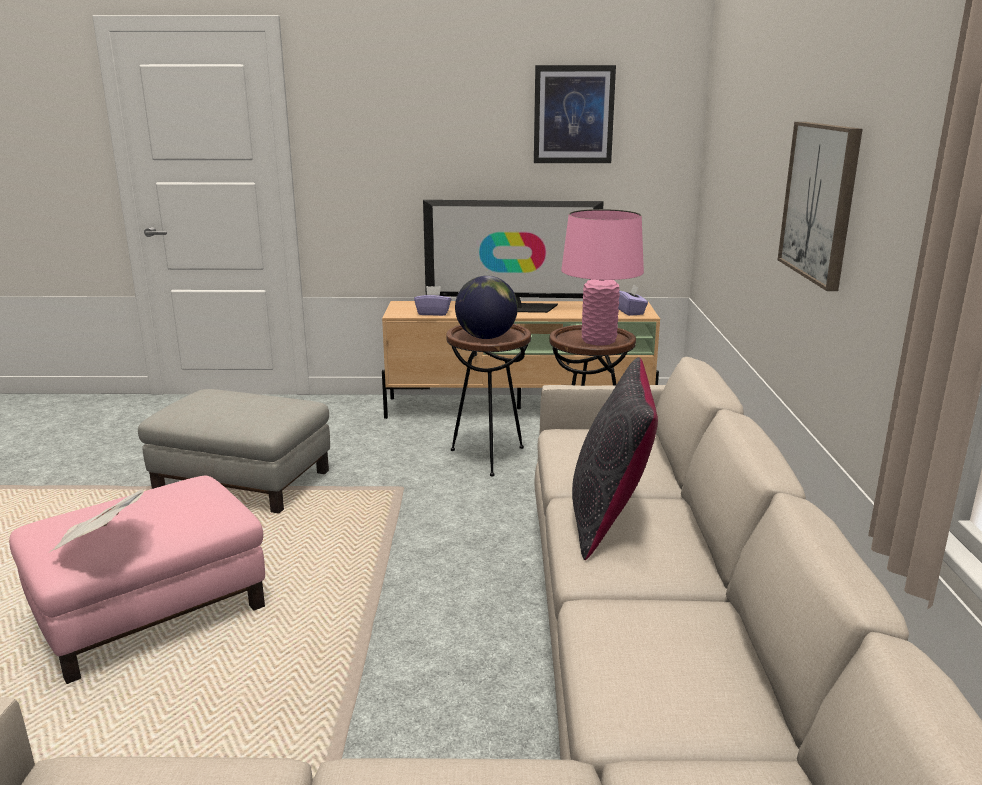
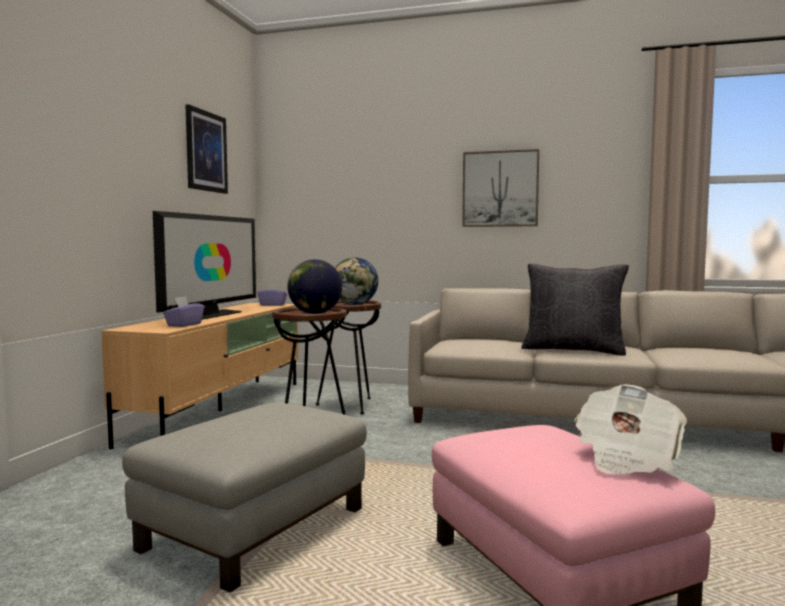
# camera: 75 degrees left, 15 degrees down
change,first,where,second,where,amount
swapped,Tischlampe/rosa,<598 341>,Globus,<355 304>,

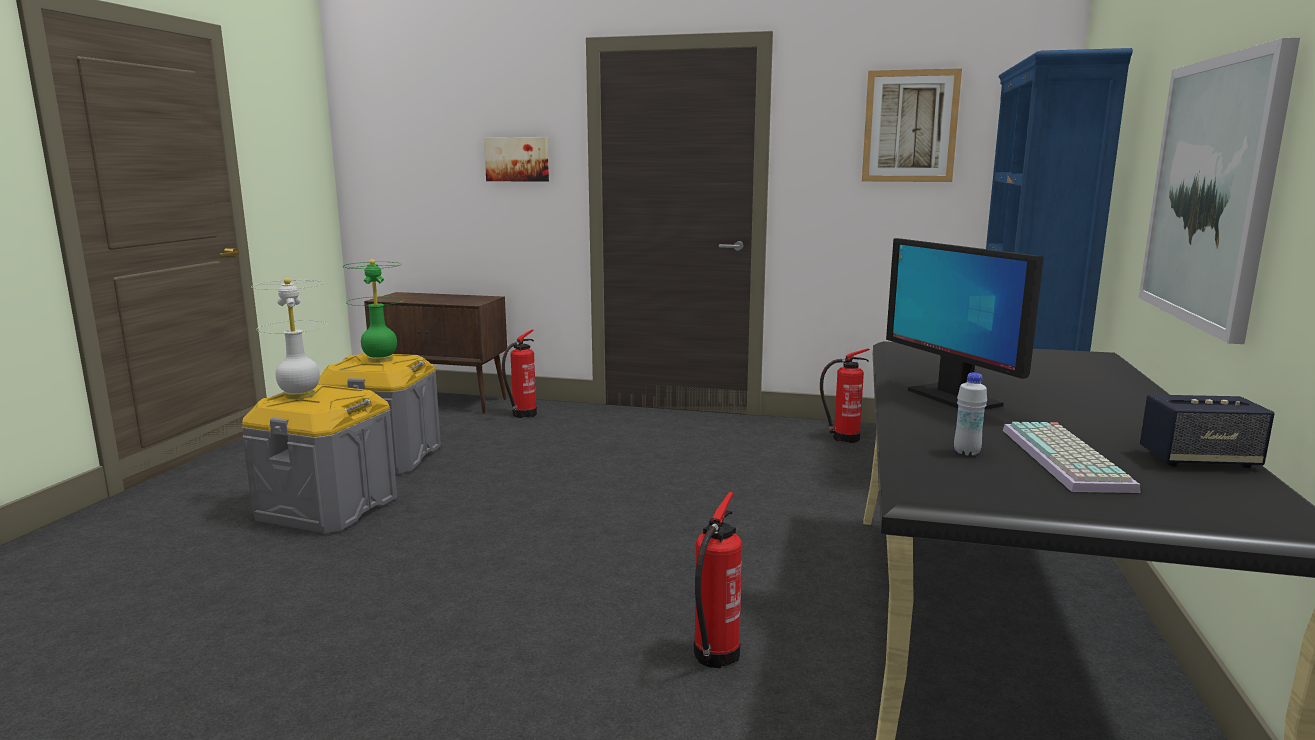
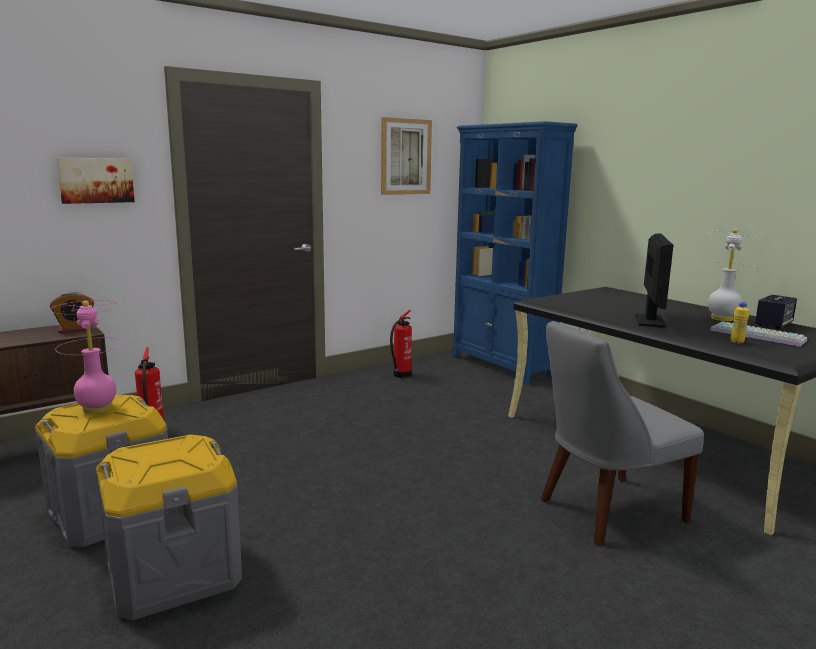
# camera: 50 degrees left, 0 degrees up
change,first,where,second,where,amount
gone,Bild,<1211 192>,,,
new,,,Wecker,<75 329>,
shifted,Tischlampe/weiß,<299 395>,,<723 318>,
swapped,Feuerlöscher,<713 657>,Stuhl/grau,<606 511>,
repainted,Tischlampe/grün,<380 359>,Tischlampe/rosa,<97 409>,
repainted,Flasche/weiß,<966 452>,Flasche/gelb,<737 342>,
rotated,Monitor,<953 398>,,<649 321>,90 degrees counterclockwise

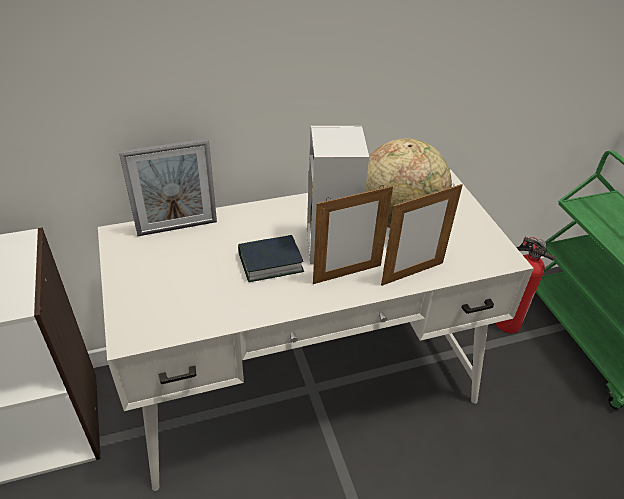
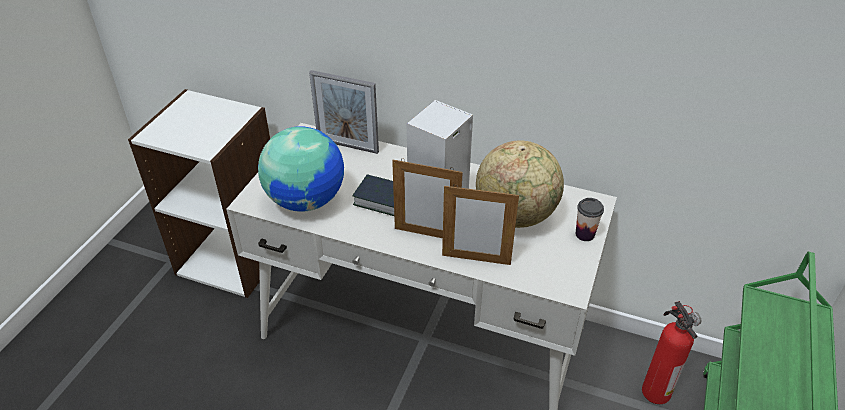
# camera: 40 degrees right, 0 degrees up
change,first,where,second,where,amount
new,,,Globus,<306 200>,
new,,,Tasse,<585 234>,

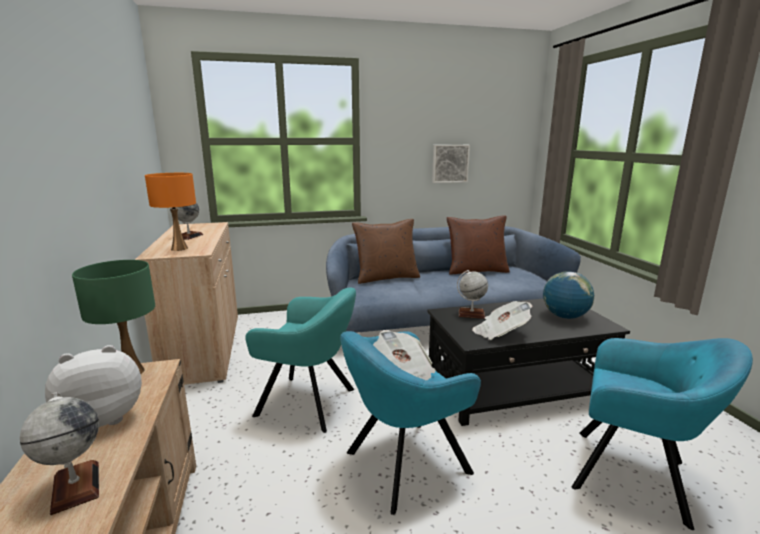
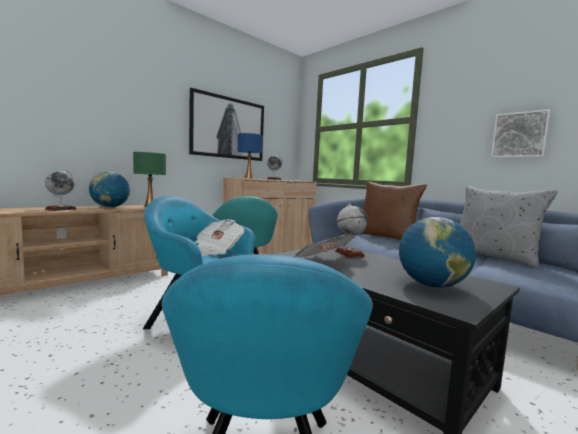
# camera: 60 degrees right, 10 degrees down
change,first,where,second,where,amount
new,,,Bild,<228 128>,
swapped,Plüschtier,<104 417>,Globus,<110 207>,
repainted,Tischlampe/orange,<179 248>,Tischlampe/blau,<248 178>,
repainted,Kissen/braun,<476 270>,Kissen/grau,<493 256>,

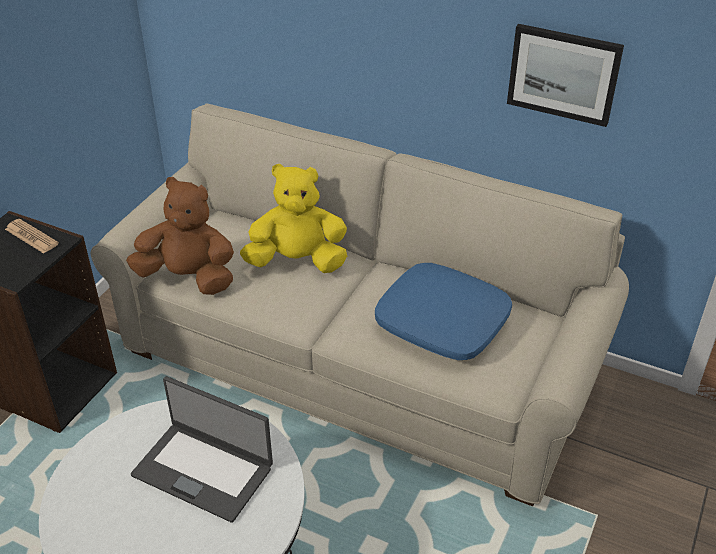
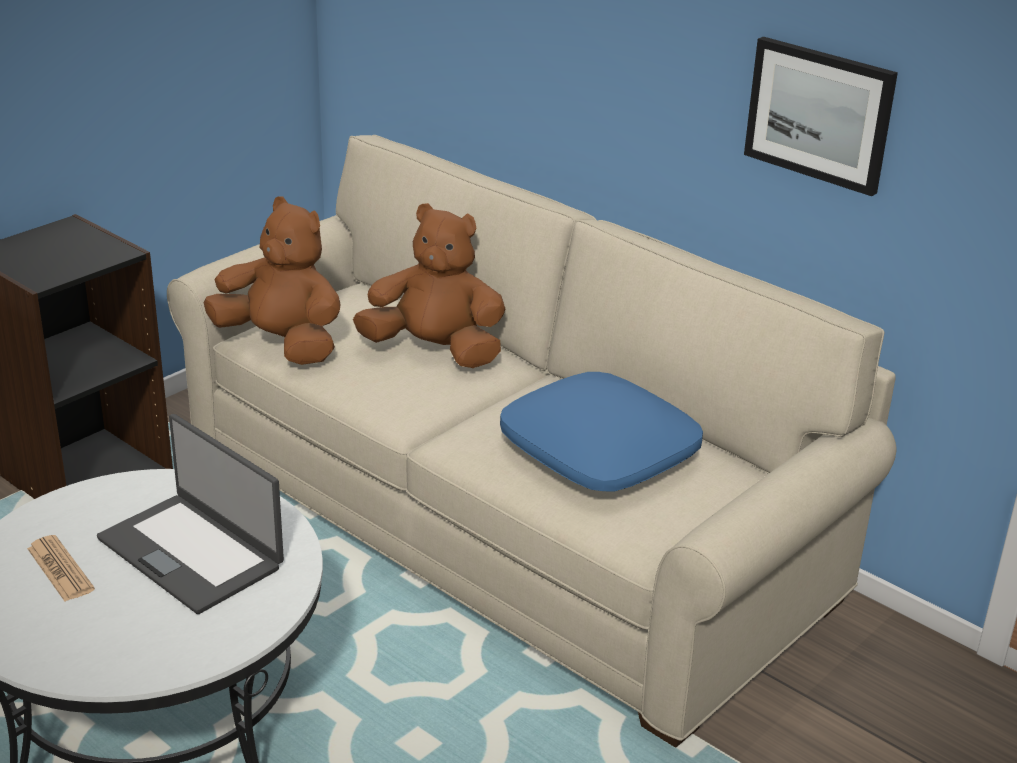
# camera: 15 degrees right, 10 degrees down
change,first,where,second,where,amount
shifted,Zeitung,<31 237>,,<60 569>,
repainted,Plüschtier/gelb,<297 261>,Plüschtier/braun,<435 351>,

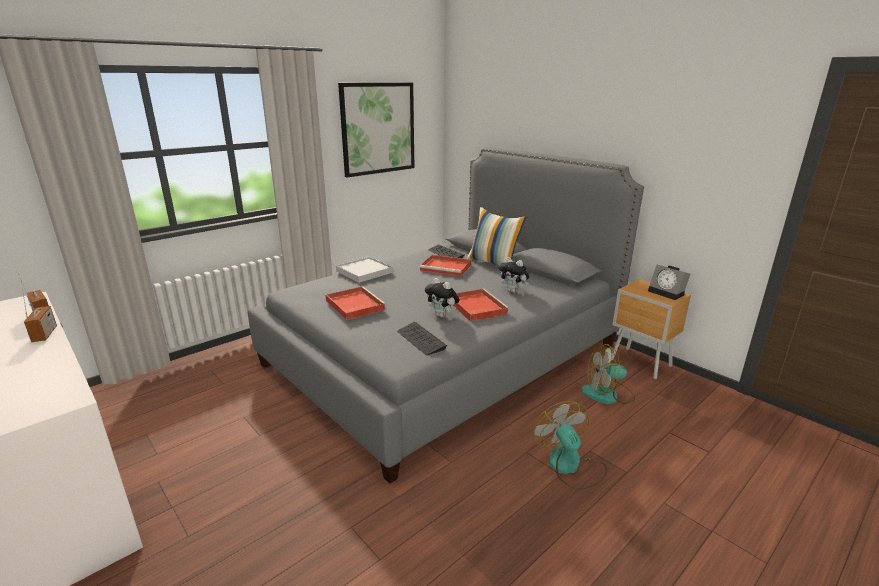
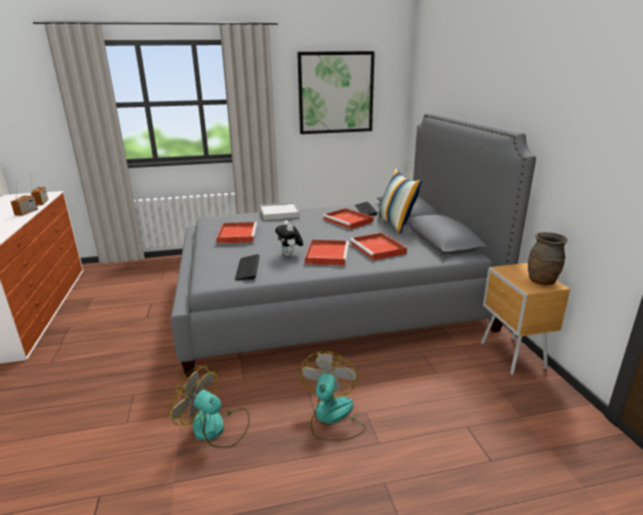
# camera: 30 degrees right, 0 degrees up
change,first,where,second,where,amount
shifted,Ventilator,<608 395>,,<216 428>,
swapped,Plüschtier,<513 291>,Tablett/rot,<378 249>,
swapped,Wecker,<667 293>,Vase/braun,<542 281>,

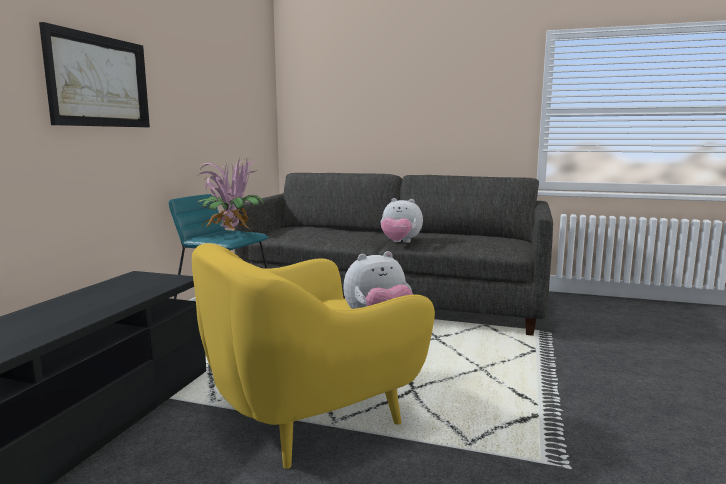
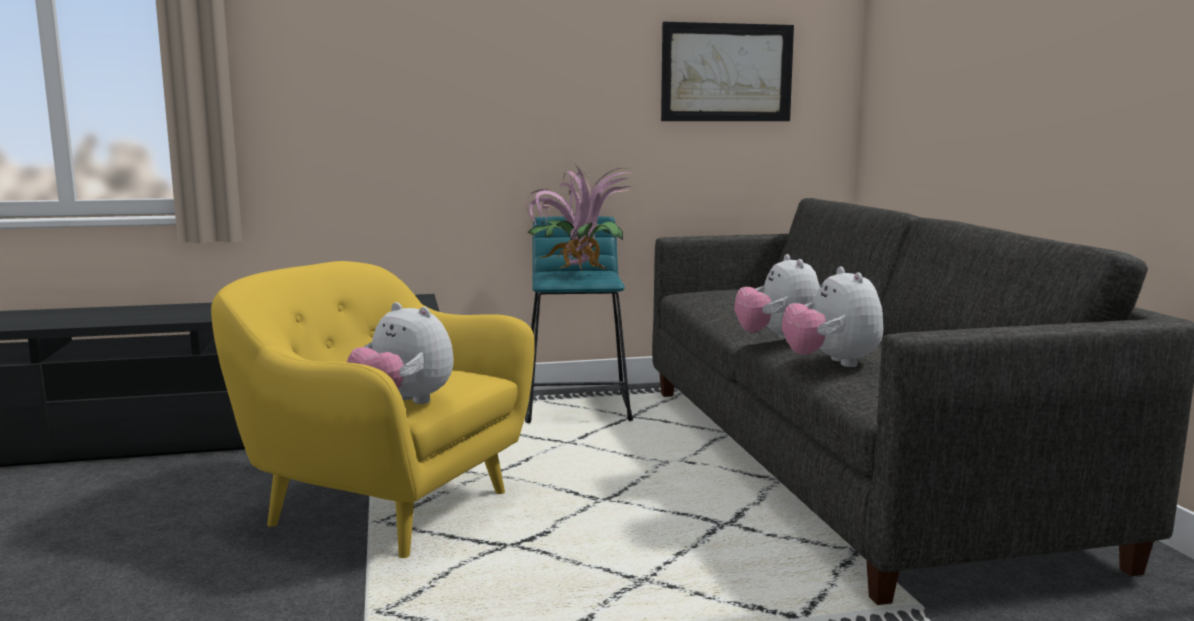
# camera: 60 degrees right, 0 degrees up
change,first,where,second,where,amount
new,,,Plüschtier,<831 363>,
shifted,Bild,<99 81>,,<726 73>,

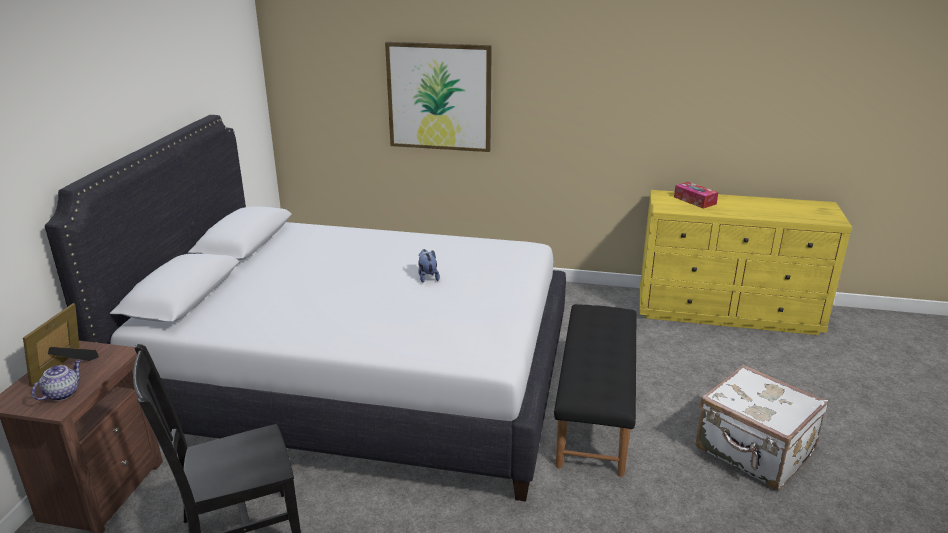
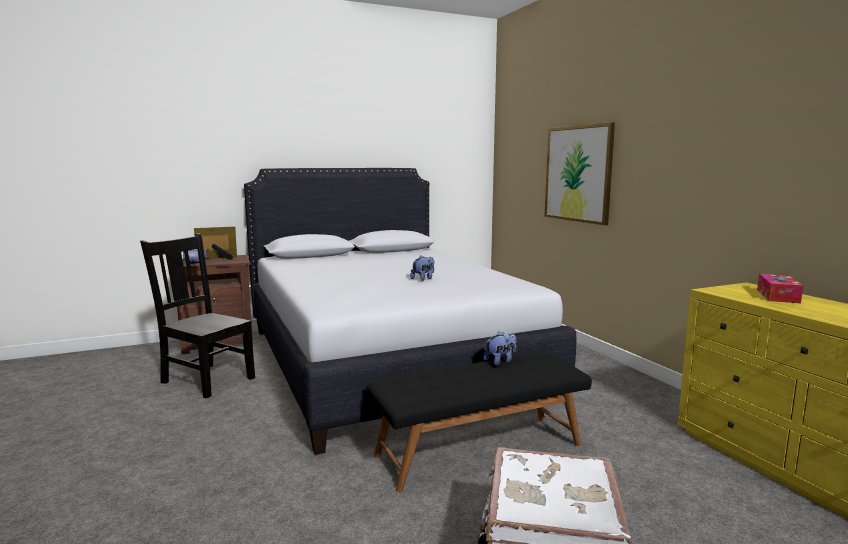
# camera: 55 degrees right, 15 degrees down
change,first,where,second,where,amount
new,,,Plüschtier,<500 361>,

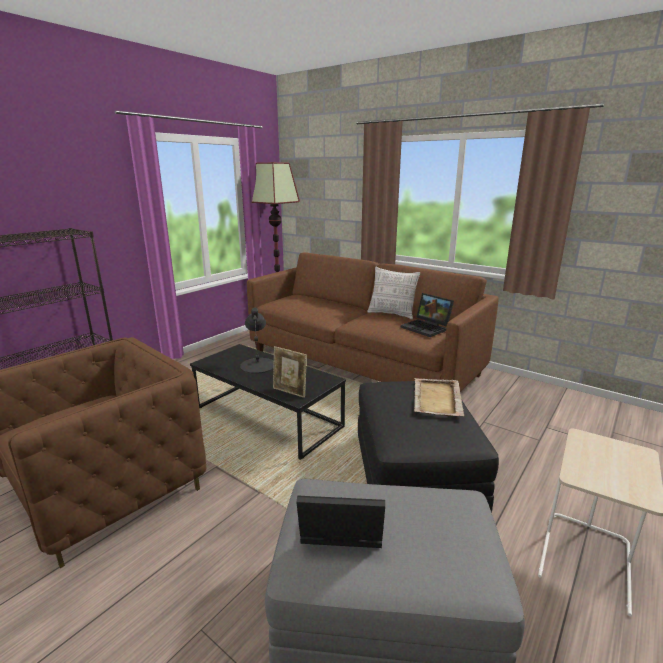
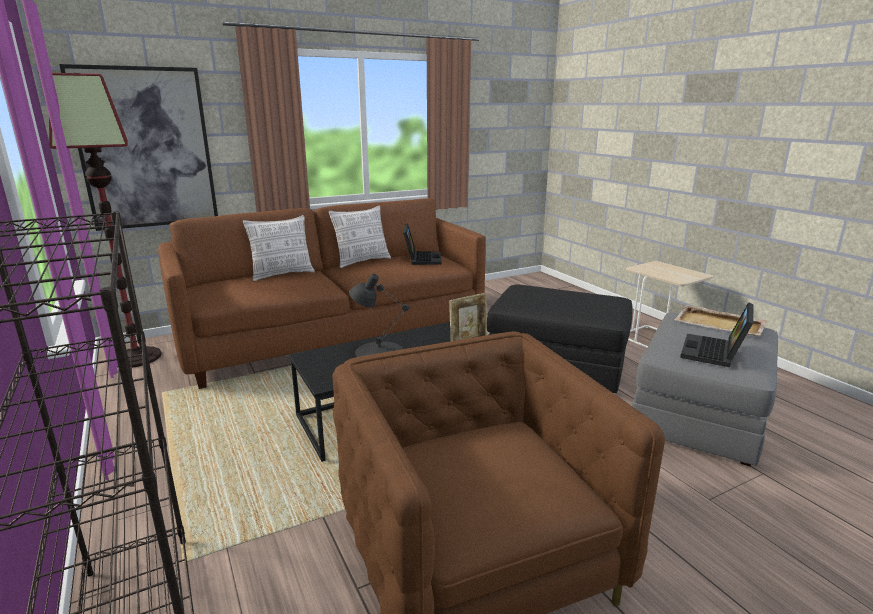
# camera: 65 degrees left, 0 degrees up
change,first,where,second,where,amount
new,,,Bild,<146 149>,
new,,,Kissen,<282 274>,
shifted,Tablett/beige,<436 399>,,<720 324>,
rotated,Laptop,<427 328>,,<421 259>,75 degrees counterclockwise

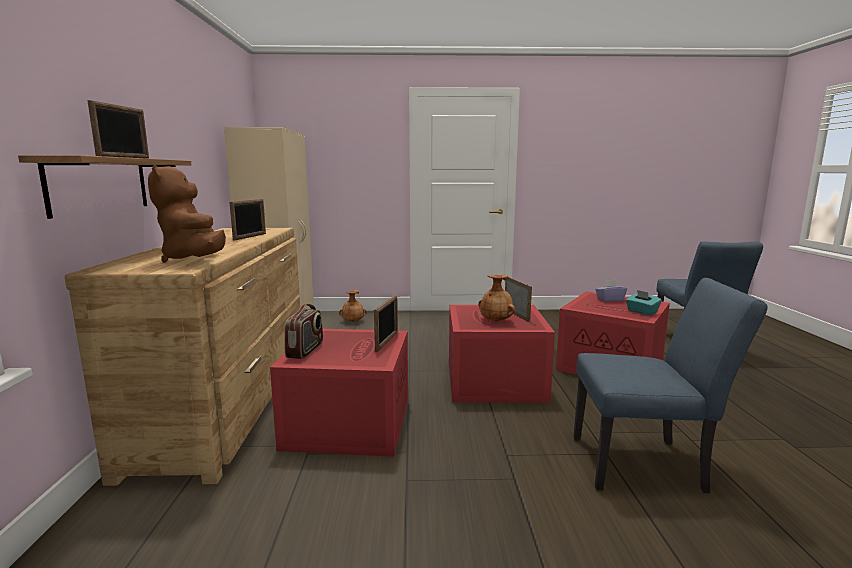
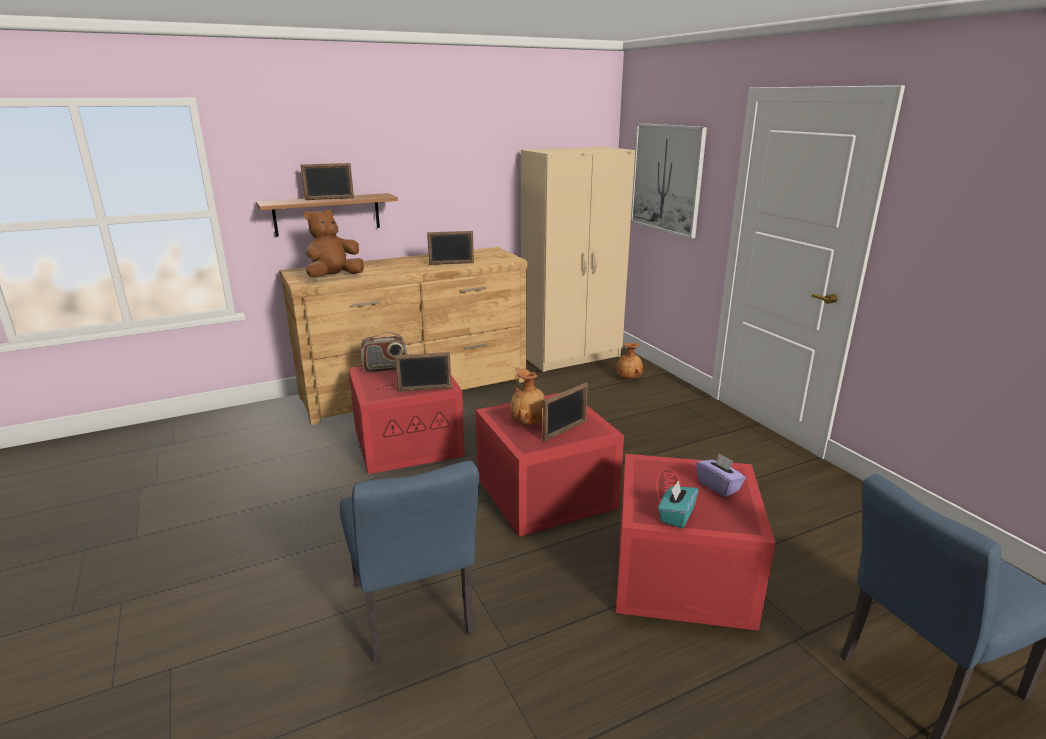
# camera: 65 degrees right, 10 degrees up
change,first,where,second,where,amount
new,,,Bild,<667 178>,

